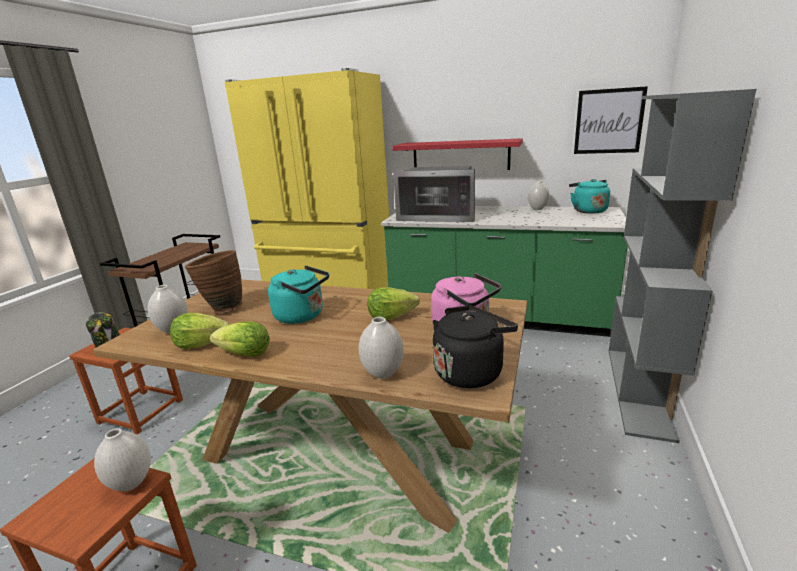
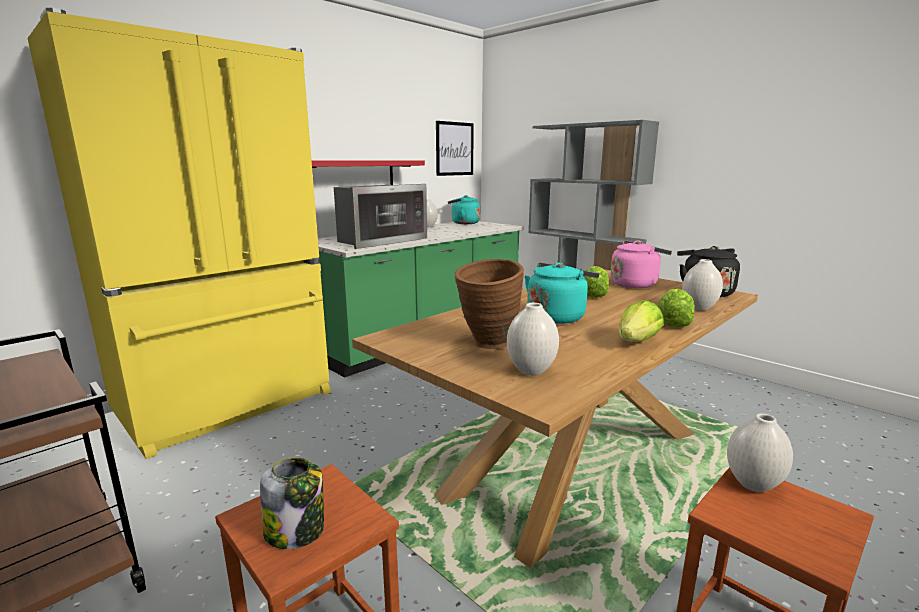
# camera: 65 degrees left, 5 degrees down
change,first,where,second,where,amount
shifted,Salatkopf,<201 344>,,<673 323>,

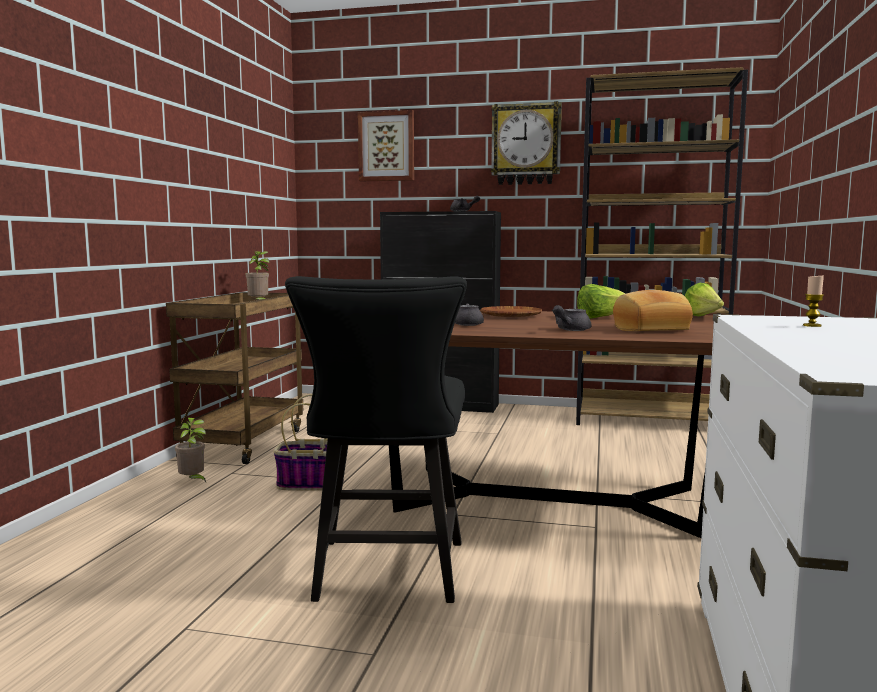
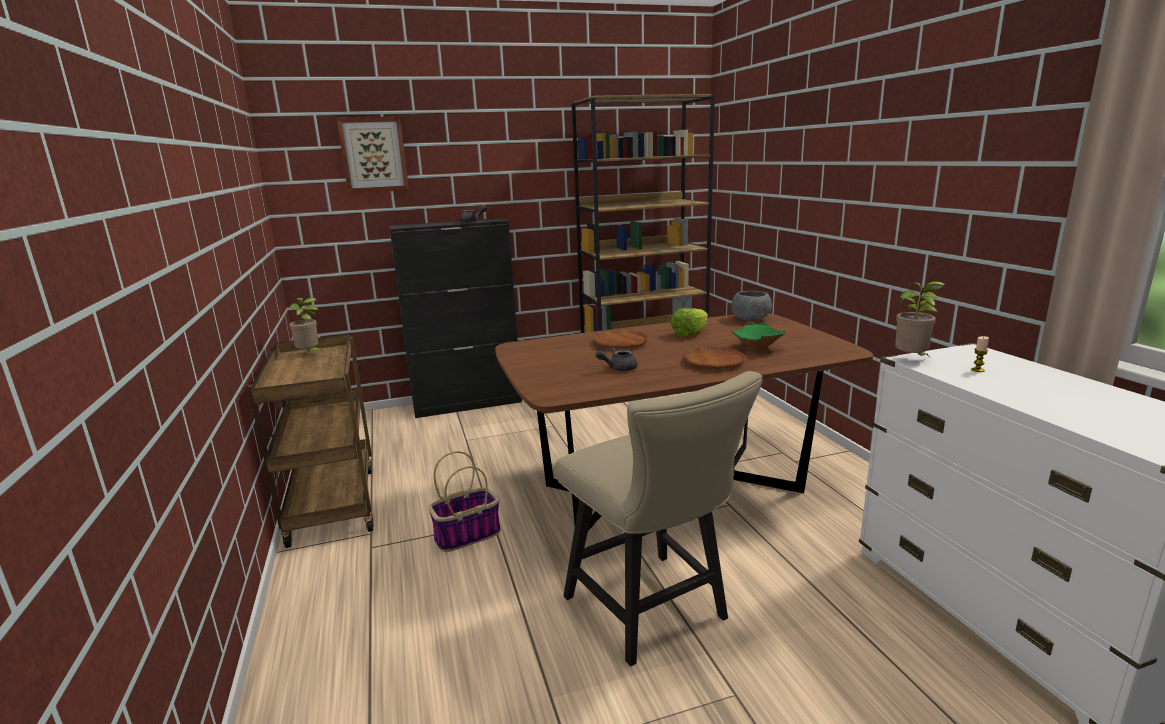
# camera: 30 degrees left, 10 degrees up
change,first,where,second,where,amount
gone,Wanduhr,<526 144>,,,
shifted,Topfpflanze,<193 481>,,<912 360>,
swapped,Teekanne/grau,<570 330>,Teller/braun,<714 362>,
swapped,Brot,<649 329>,Schüssel/grün,<758 348>,
swapped,Salatkopf,<704 317>,Schüssel/grau,<750 319>,
repainted,Stuhl/schwarz,<387 576>,Stuhl/beige,<653 613>,

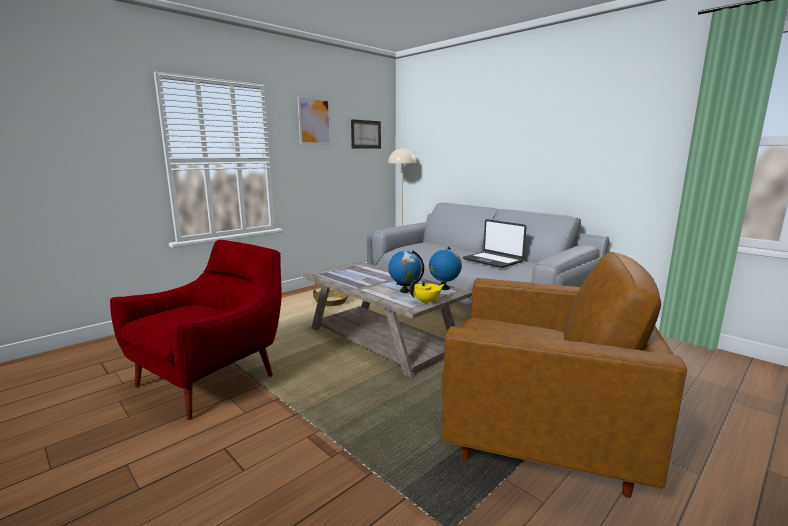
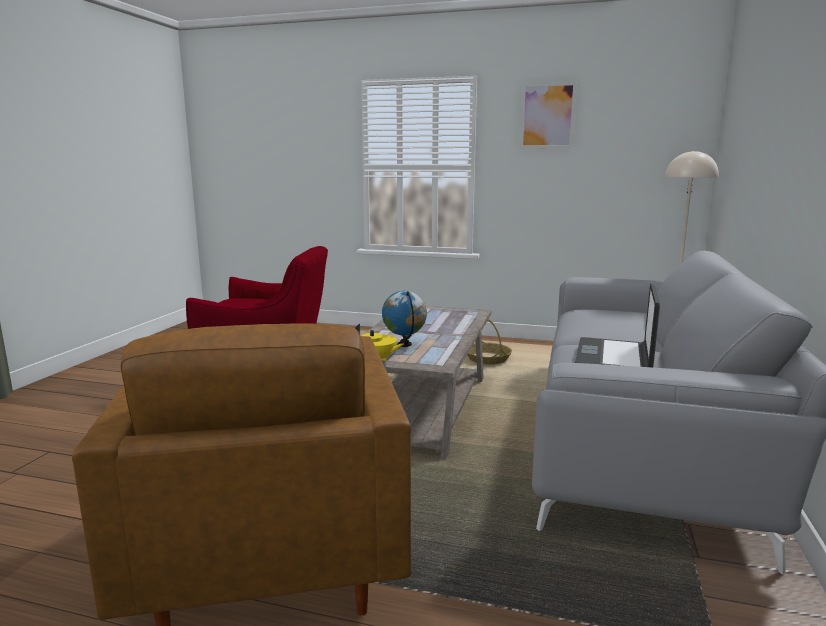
# camera: 60 degrees right, 0 degrees up
change,first,where,second,where,amount
gone,Bild,<366 134>,,,
gone,Globus,<444 288>,,,

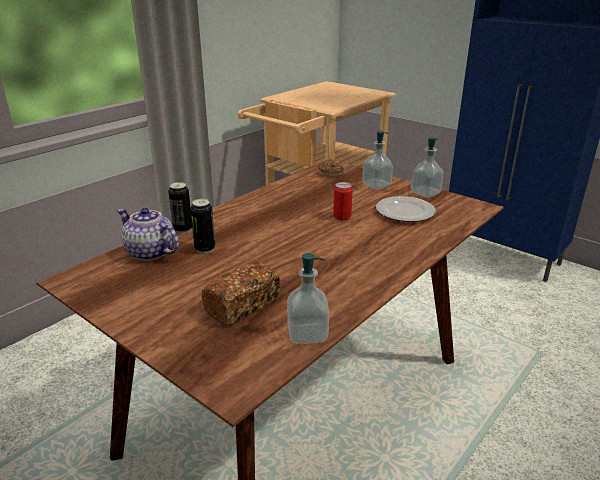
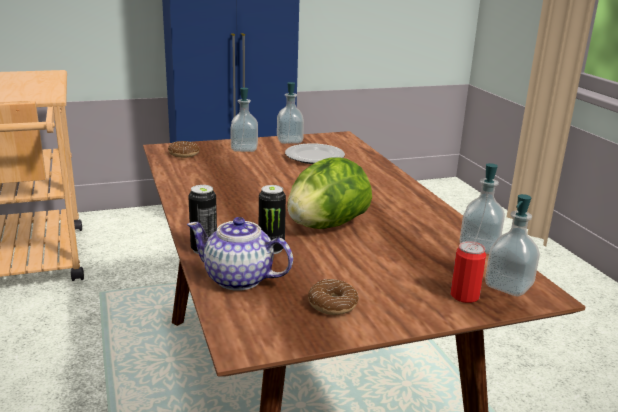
# camera: 60 degrees left, 5 degrees down
change,first,where,second,where,amount
gone,Brot,<242 305>,,,
new,,,Salatkopf,<326 226>,
new,,,Donut,<332 304>,
new,,,Seifenspender,<508 286>,
shifted,Dose,<342 216>,,<464 296>,
rotated,Teekanne,<150 253>,,<239 279>,45 degrees clockwise

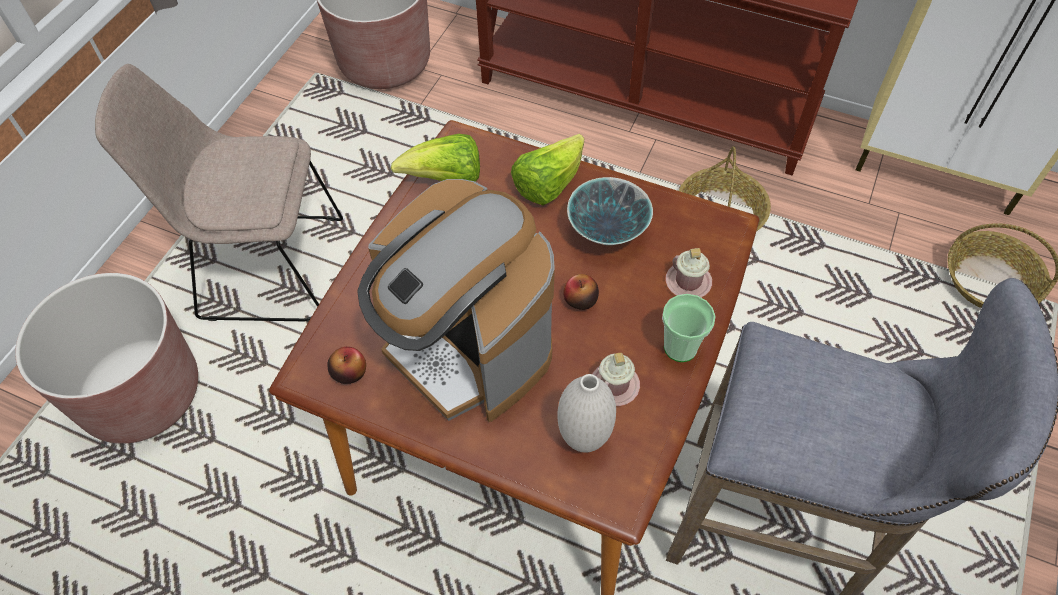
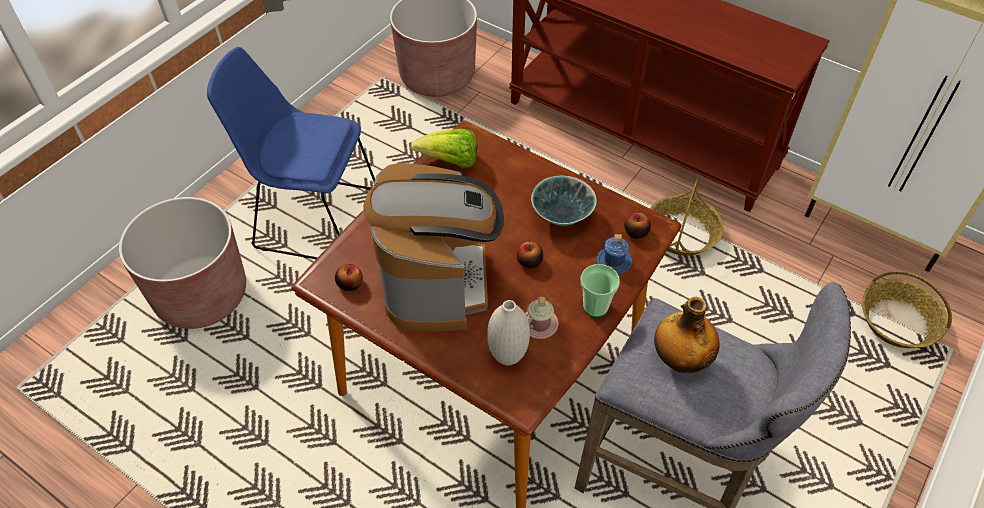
# camera: 10 degrees right, 5 degrees down
change,first,where,second,where,amount
gone,Salatkopf,<548 184>,,,
new,,,Apfel,<636 232>,
new,,,Flasche,<680 360>,
repainted,Stuhl/beige,<266 267>,Stuhl/blau,<313 218>,
repainted,Henkelbecher/rosa,<688 282>,Henkelbecher/blau,<613 261>,
rotated,Kaffeemaschine,<466 349>,,<437 282>,150 degrees counterclockwise

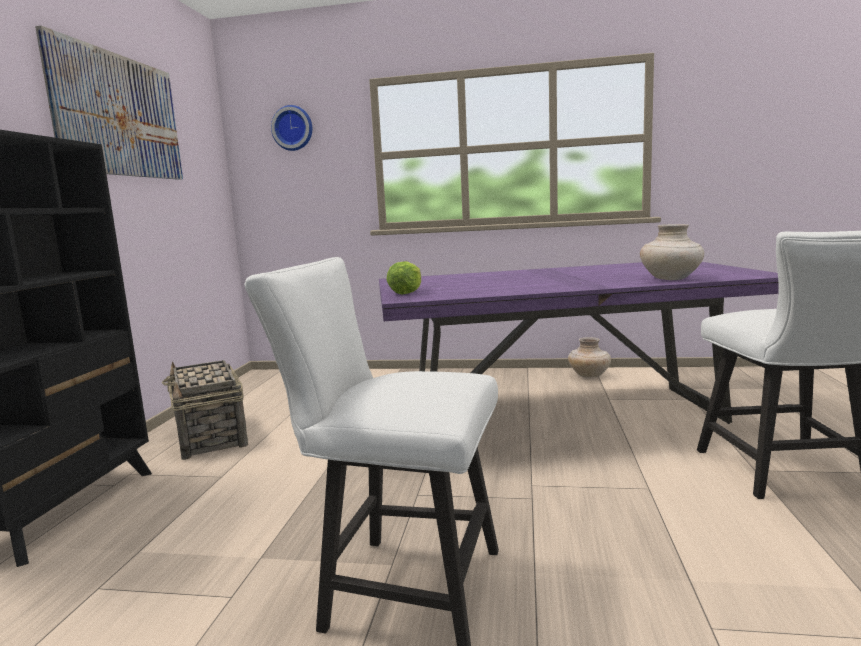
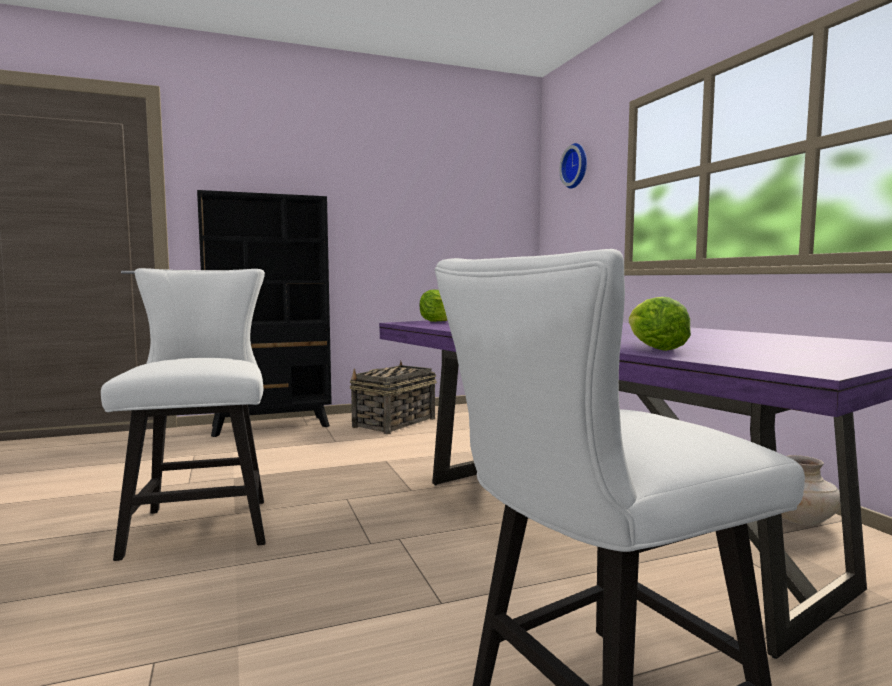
# camera: 60 degrees right, 5 degrees down
change,first,where,second,where,amount
gone,Bild,<119 115>,,,
swapped,Vase/beige,<671 279>,Salatkopf,<654 348>,

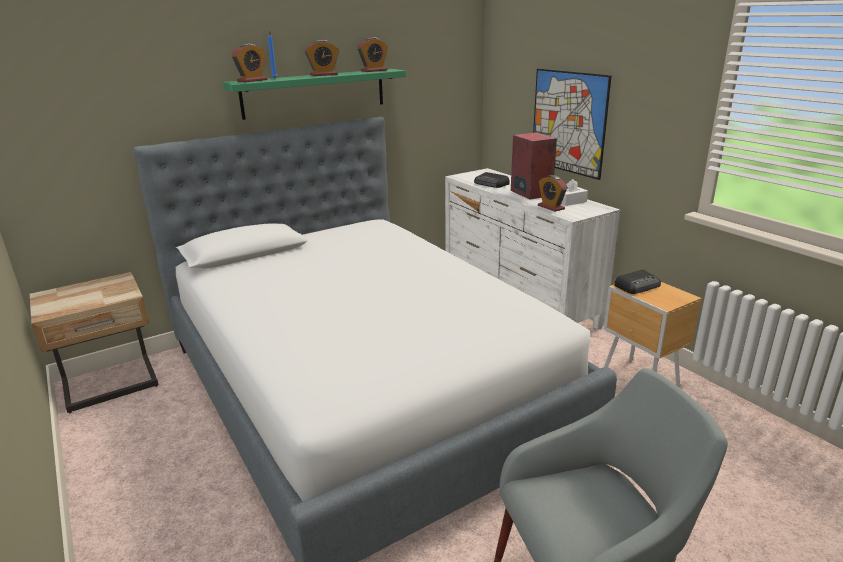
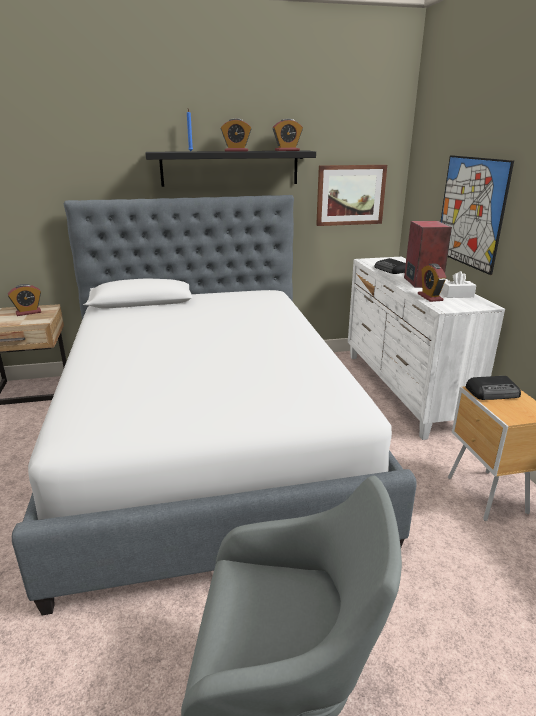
# camera: 20 degrees right, 0 degrees up
change,first,where,second,where,amount
new,,,Bild,<350 195>,
shifted,Wecker,<252 80>,,<28 312>,
repainted,Wandregal/grün,<314 93>,Wandregal/schwarz,<230 168>,

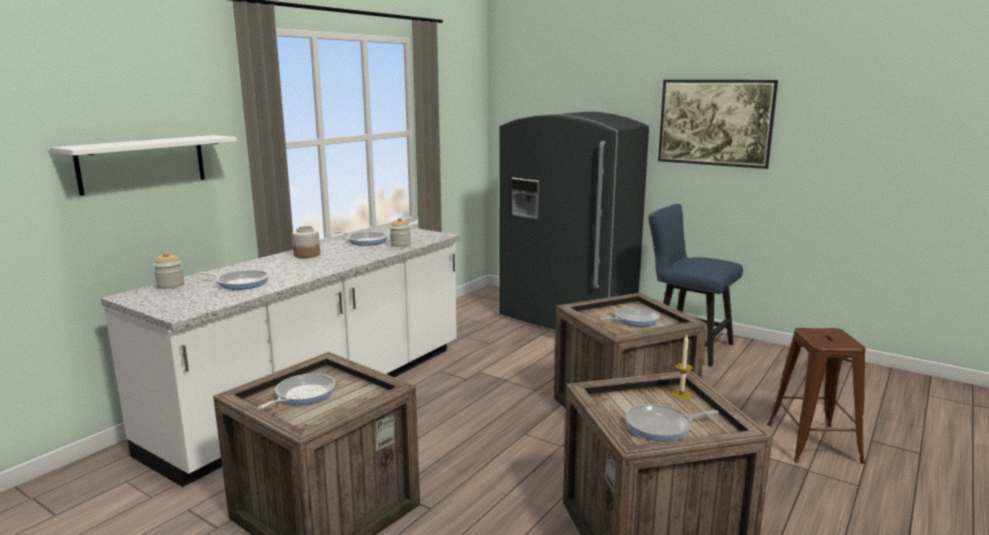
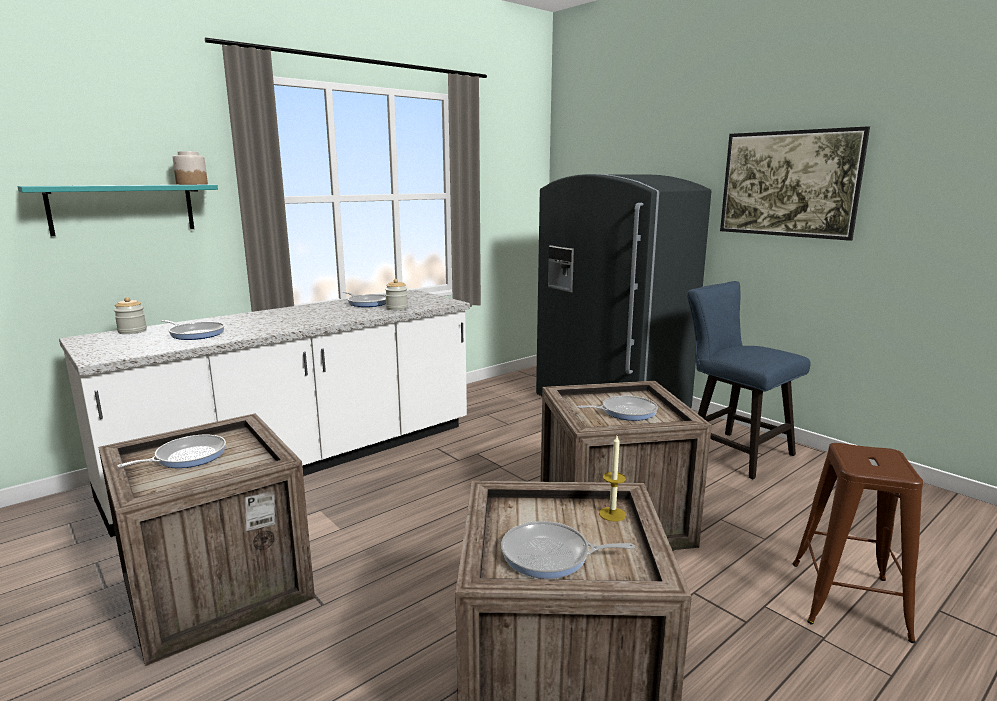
# camera: 15 degrees right, 0 degrees up
change,first,where,second,where,amount
shifted,Vorratsglas,<306 255>,,<192 184>,
repainted,Wandregal/weiß,<143 163>,Wandregal/türkis,<123 209>,

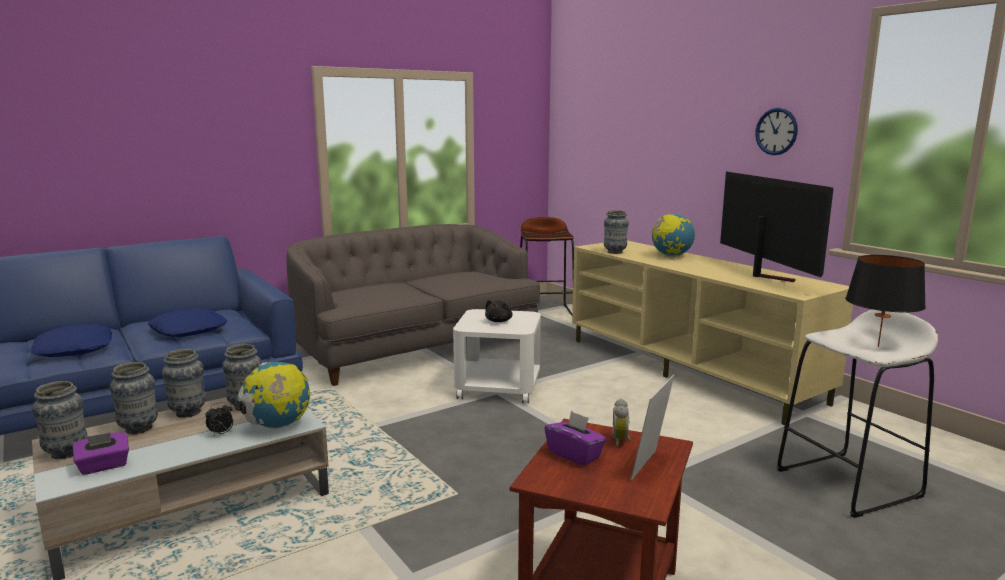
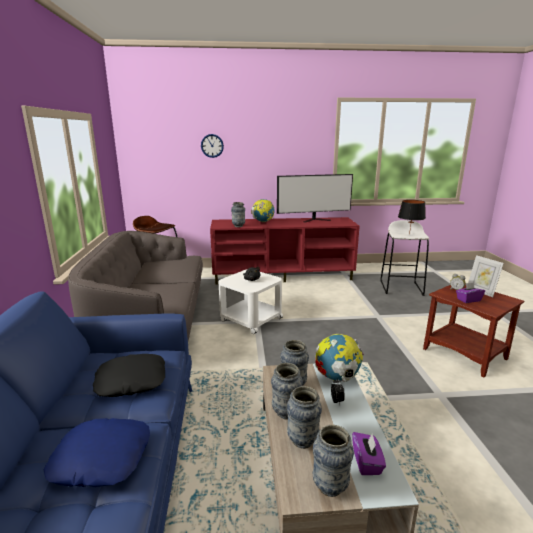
# camera: 60 degrees left, 5 degrees up
change,first,where,second,where,amount
shifted,Wanduhr,<776 131>,,<212 145>,
repainted,Kissen/blau,<189 330>,Kissen/schwarz,<131 381>,
repainted,Fernsehschrank/beige,<689 369>,Fernsehschrank/rot,<283 275>,
rotated,Fernseher,<763 275>,,<316 220>,150 degrees clockwise

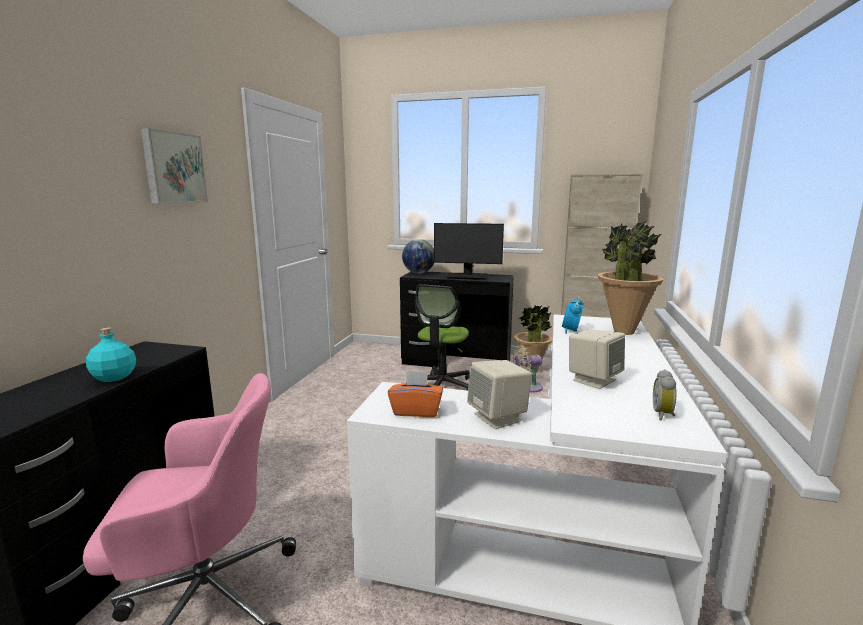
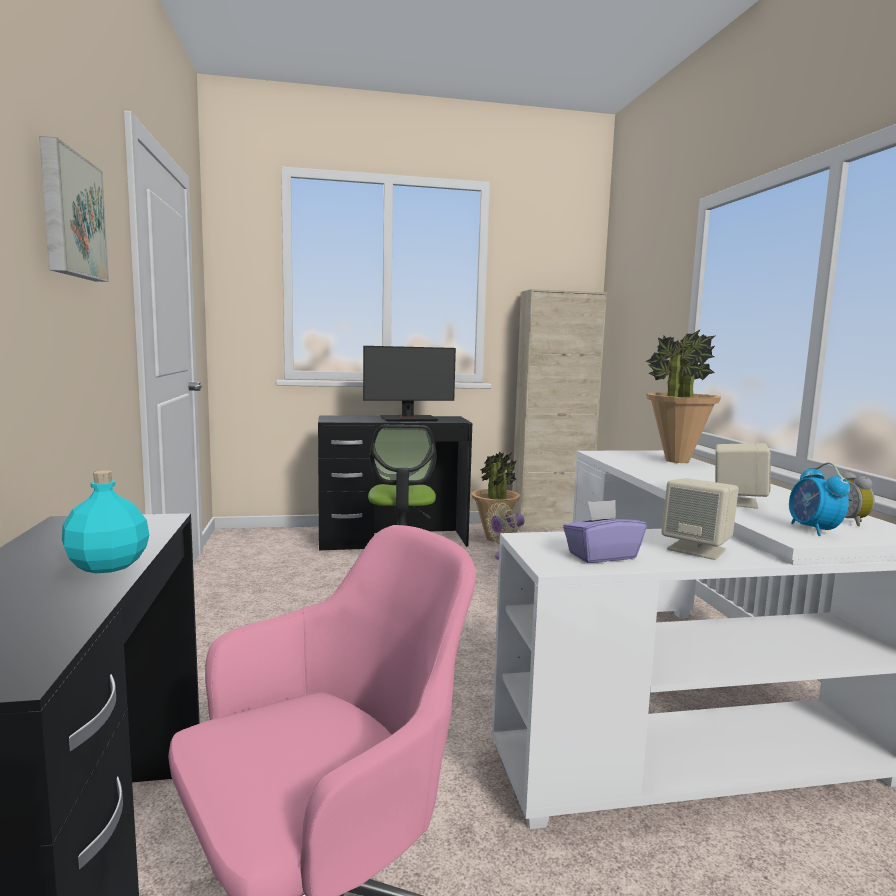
# camera: 25 degrees left, 5 degrees down
change,first,where,second,where,amount
gone,Globus,<418 273>,,,
shifted,Wecker,<571 331>,,<813 530>,
repainted,Taschentuchbox/orange,<416 411>,Taschentuchbox/lila,<601 555>,

